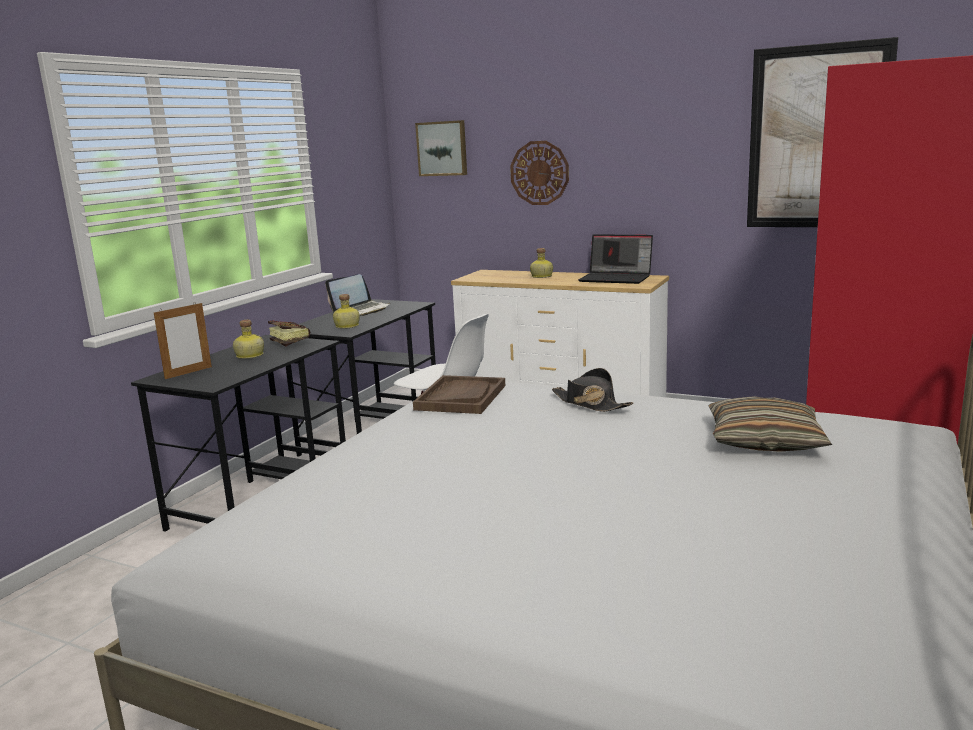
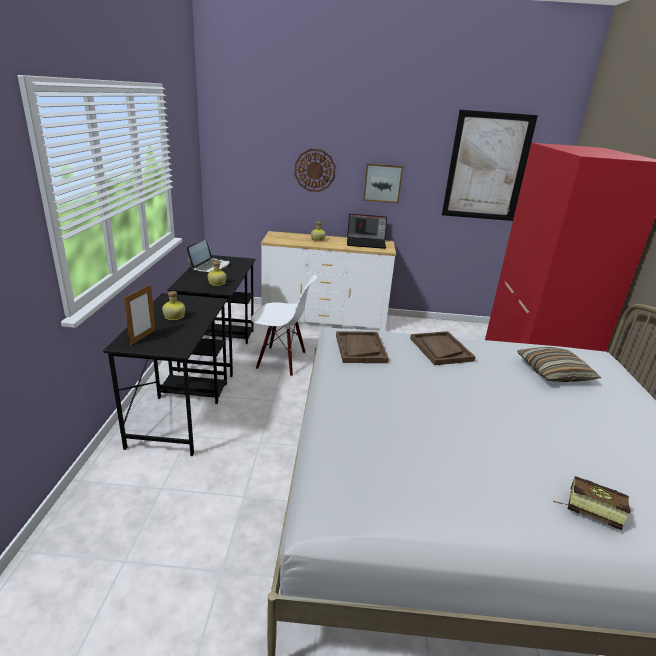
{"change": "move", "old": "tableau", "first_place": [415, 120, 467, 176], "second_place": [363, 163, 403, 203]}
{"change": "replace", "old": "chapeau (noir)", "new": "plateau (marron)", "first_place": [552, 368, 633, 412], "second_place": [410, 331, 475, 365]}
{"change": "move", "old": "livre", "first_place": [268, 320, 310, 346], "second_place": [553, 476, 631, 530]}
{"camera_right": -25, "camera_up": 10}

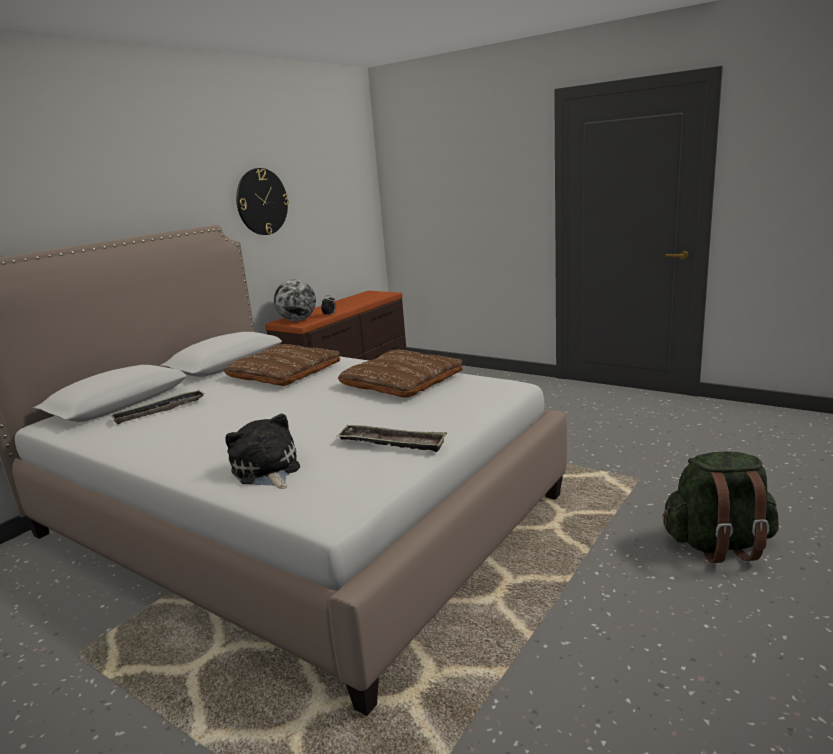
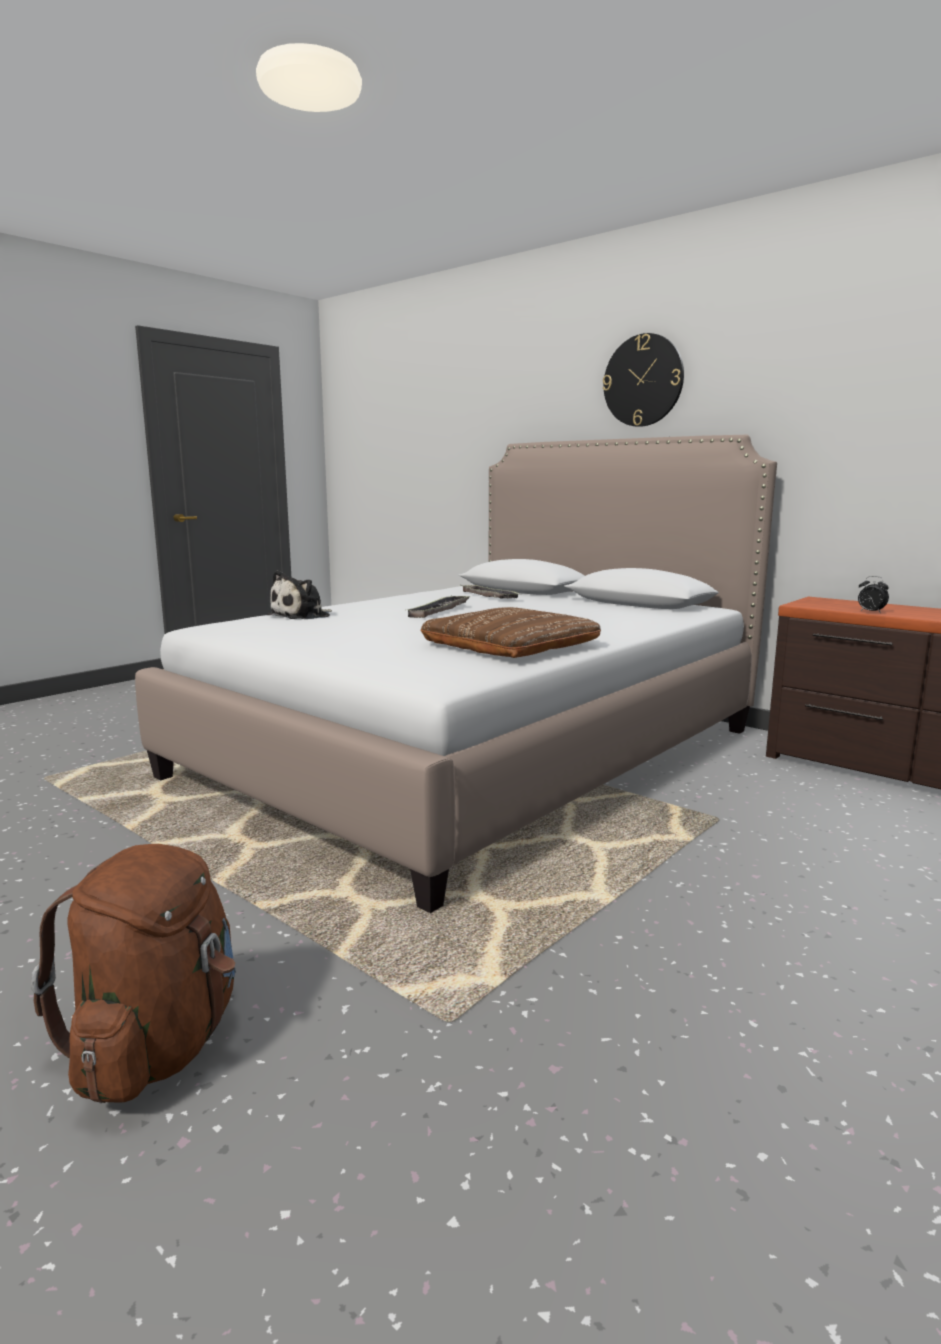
{"change": "recolor", "old": "sac à dos (vert)", "new": "sac à dos (marron)", "first_place": [662, 451, 779, 563], "second_place": [31, 844, 236, 1103]}
{"change": "rotate", "old": "peluche", "first_place": [225, 414, 300, 489], "second_place": [267, 570, 332, 619], "degrees": 150}
{"change": "move", "old": "plateau", "first_place": [337, 424, 447, 452], "second_place": [405, 595, 470, 618]}
{"change": "move", "old": "horloge murale", "first_place": [236, 168, 289, 235], "second_place": [603, 333, 684, 427]}
{"change": "delete", "old": "coussin (marron)", "first_place": [224, 344, 340, 386]}
{"change": "delete", "old": "globe", "first_place": [274, 279, 316, 321]}
{"camera_right": 95, "camera_up": -5}

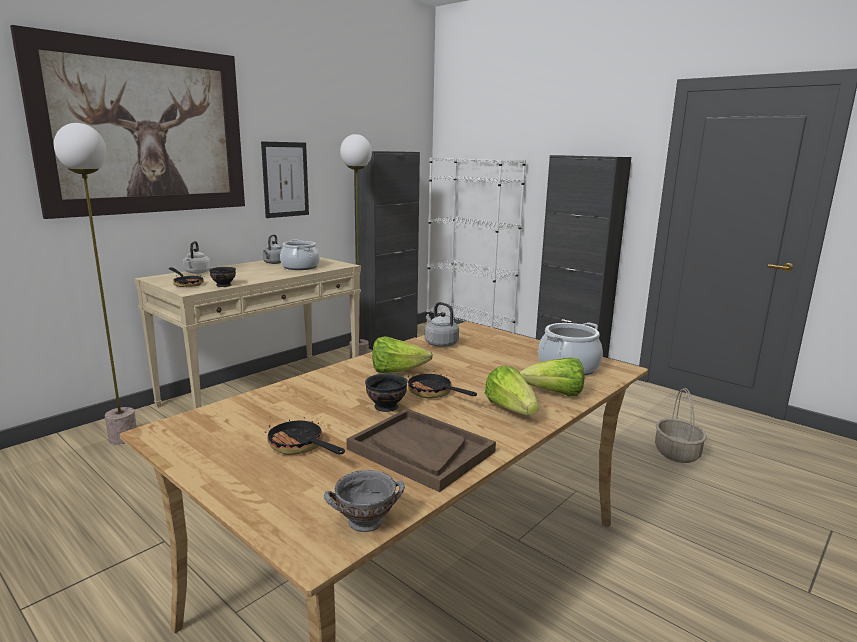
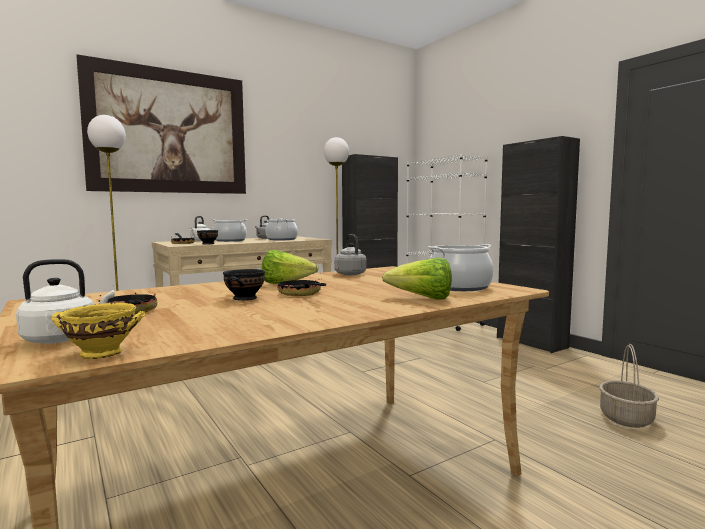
{"change": "insert", "new": "bouilloire (blanc)", "second_place": [16, 259, 115, 344]}
{"change": "recolor", "old": "bol (gris)", "new": "bol (jaune)", "first_place": [324, 470, 405, 532], "second_place": [52, 303, 146, 359]}
{"change": "insert", "new": "marmite", "second_place": [212, 219, 247, 242]}
{"change": "delete", "old": "tableau", "first_place": [261, 141, 309, 218]}
{"change": "delete", "old": "plateau (marron)", "first_place": [347, 409, 496, 492]}
{"change": "delete", "old": "laitue", "first_place": [485, 366, 539, 415]}
{"camera_right": 15, "camera_up": -10}

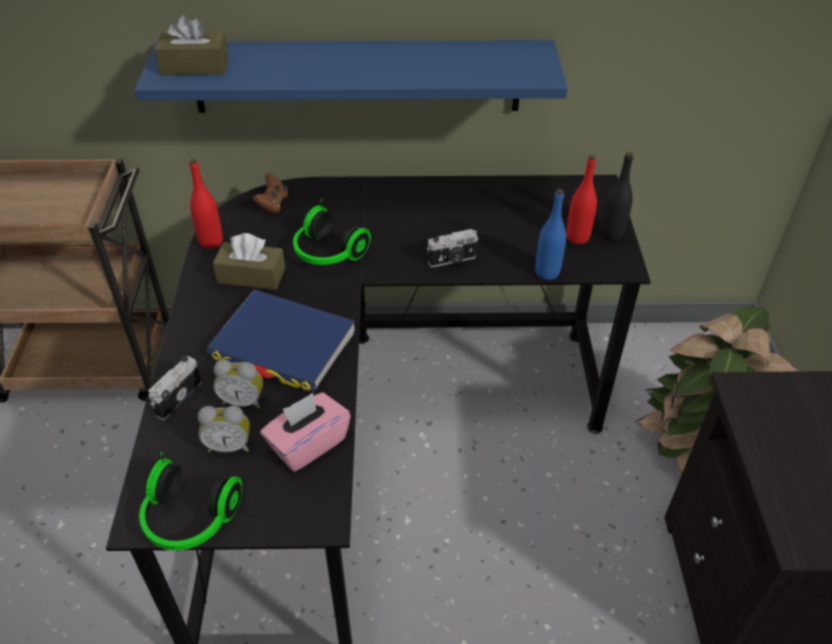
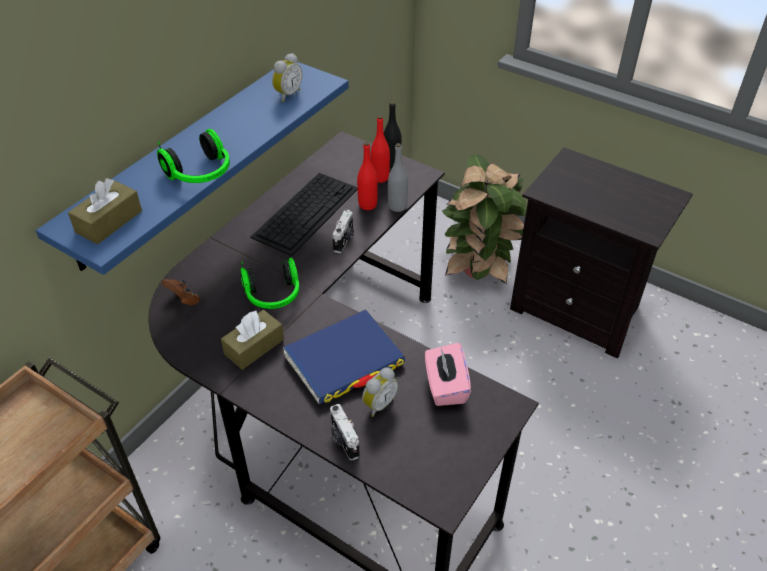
{"change": "move", "old": "casque audio", "first_place": [139, 452, 242, 551], "second_place": [157, 129, 230, 183]}
{"change": "insert", "new": "clavier", "second_place": [250, 173, 358, 256]}
{"change": "move", "old": "réveil", "first_place": [198, 406, 250, 453], "second_place": [272, 53, 302, 102]}
{"change": "move", "old": "bouteille (rouge)", "first_place": [189, 159, 223, 249], "second_place": [357, 142, 378, 210]}
{"change": "recolor", "old": "bouteille (bleu)", "new": "bouteille (gris)", "first_place": [535, 189, 566, 280], "second_place": [388, 143, 408, 212]}
{"camera_right": -55, "camera_up": 0}

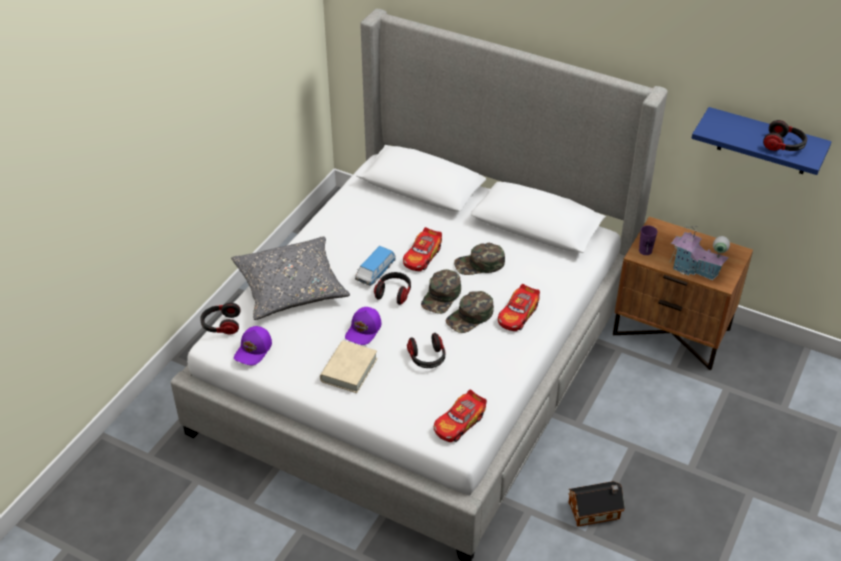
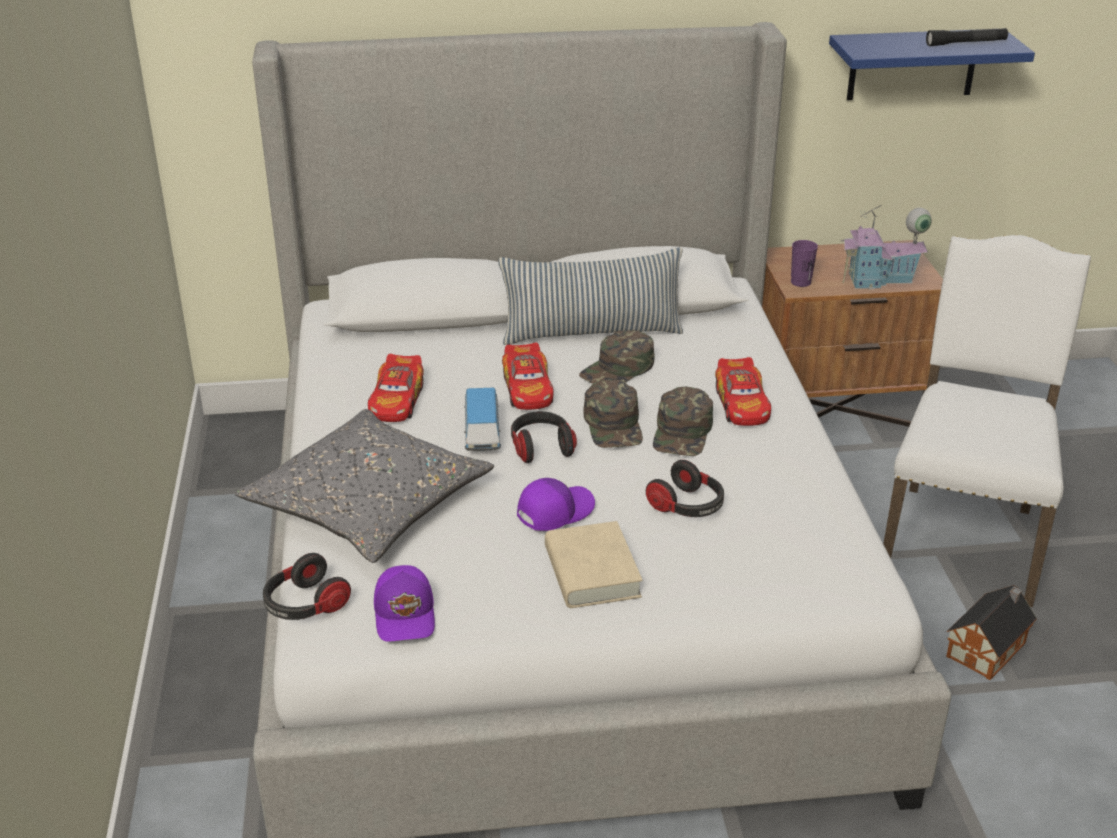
{"change": "move", "old": "petite voiture", "first_place": [434, 389, 487, 442], "second_place": [368, 354, 424, 422]}
{"change": "insert", "new": "coussin", "second_place": [499, 247, 683, 345]}
{"change": "rotate", "old": "casquette (violet)", "first_place": [345, 307, 381, 345], "second_place": [517, 478, 595, 531], "degrees": -120}
{"change": "insert", "new": "chaise (blanc)", "second_place": [883, 235, 1091, 607]}
{"change": "replace", "old": "casque audio", "new": "lampe de poche (noir)", "first_place": [763, 120, 807, 151], "second_place": [926, 28, 1008, 46]}
{"camera_right": -35, "camera_up": -10}

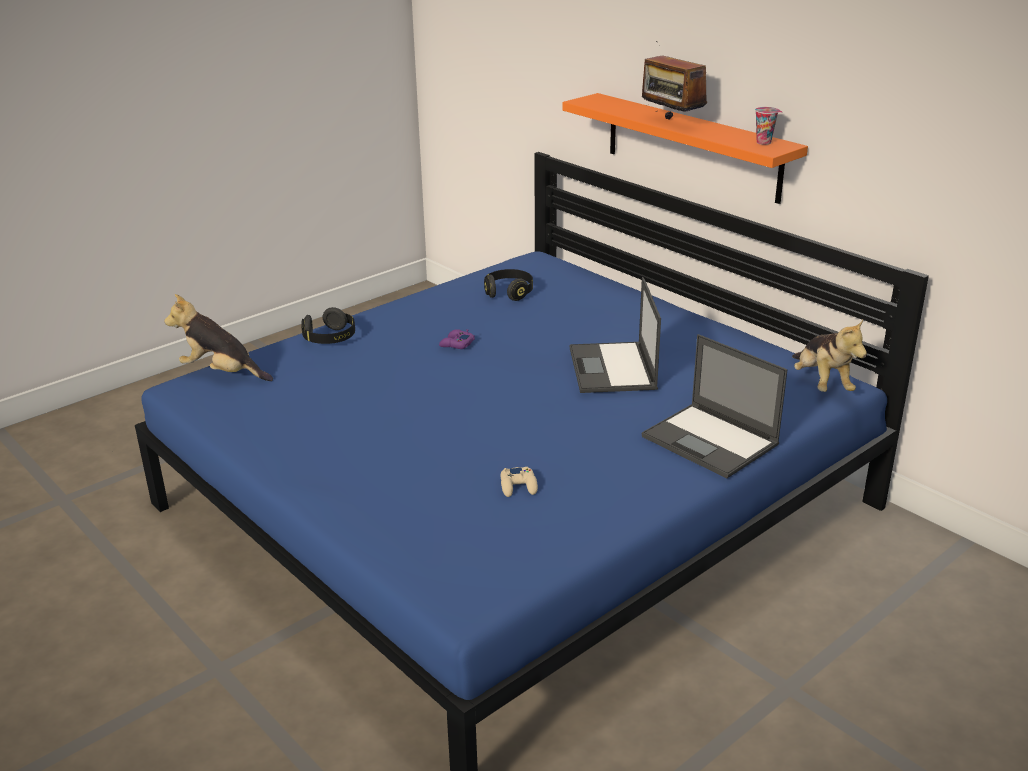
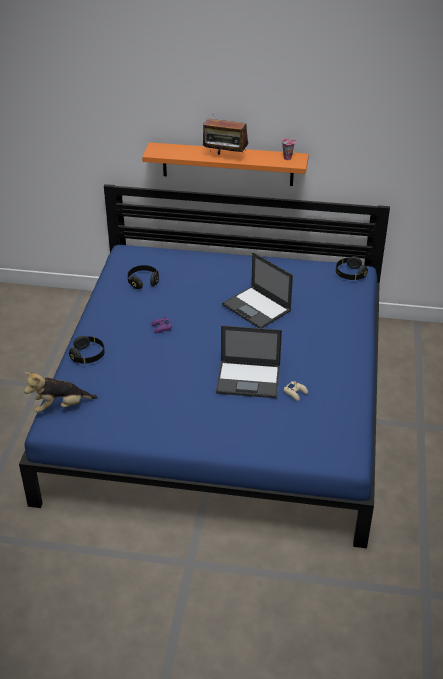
{"change": "move", "old": "ordinateur portable", "first_place": [642, 334, 788, 478], "second_place": [216, 325, 282, 398]}
{"change": "replace", "old": "peluche", "new": "casque audio (noir)", "first_place": [792, 320, 867, 392], "second_place": [336, 256, 368, 280]}
{"camera_right": -40, "camera_up": 10}

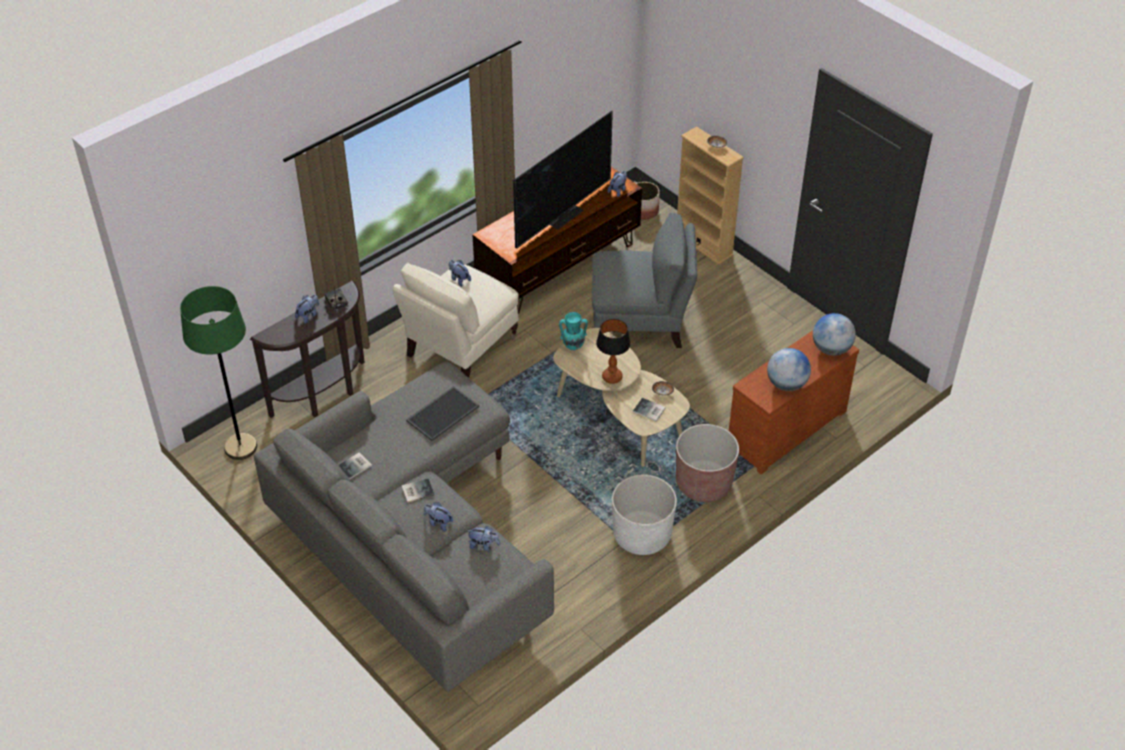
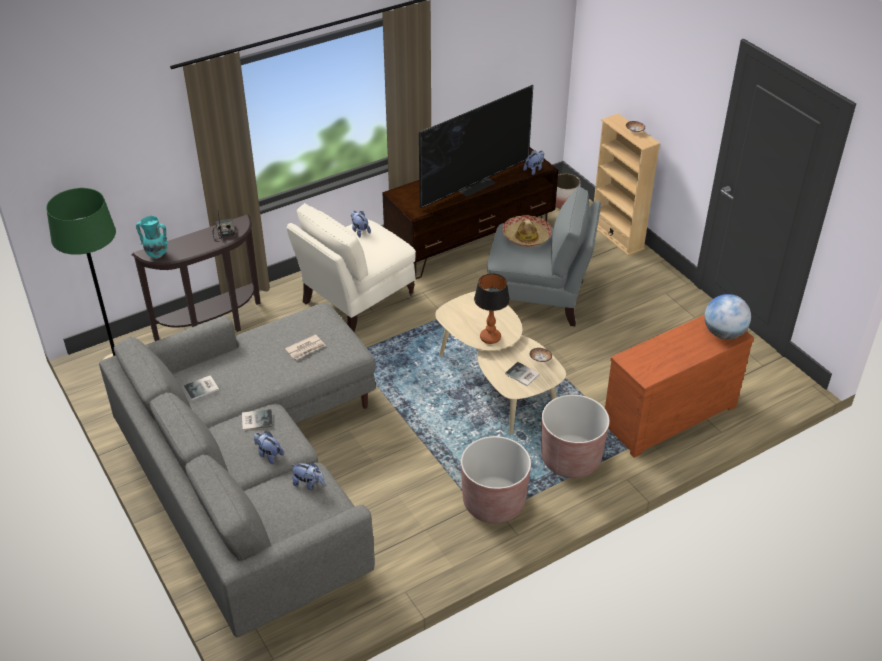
{"change": "move", "old": "vase (turquoise)", "first_place": [559, 312, 588, 351], "second_place": [136, 216, 169, 259]}
{"change": "replace", "old": "plateau", "new": "journal", "first_place": [406, 386, 479, 441], "second_place": [285, 334, 326, 360]}
{"change": "recolor", "old": "cache-pot (blanc)", "new": "cache-pot (marron)", "first_place": [612, 475, 677, 555], "second_place": [461, 436, 531, 523]}
{"change": "insert", "new": "chapeau", "second_place": [502, 215, 552, 247]}
{"change": "delete", "old": "peluche", "first_place": [295, 295, 319, 324]}
{"change": "delete", "old": "globe", "first_place": [767, 348, 811, 391]}
{"camera_right": 10, "camera_up": -5}

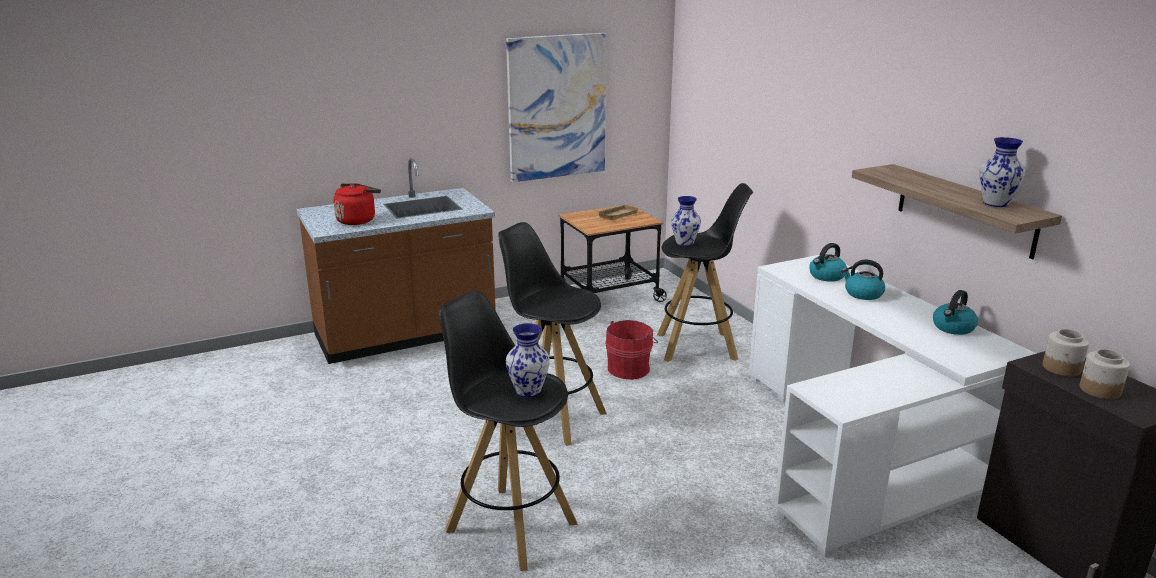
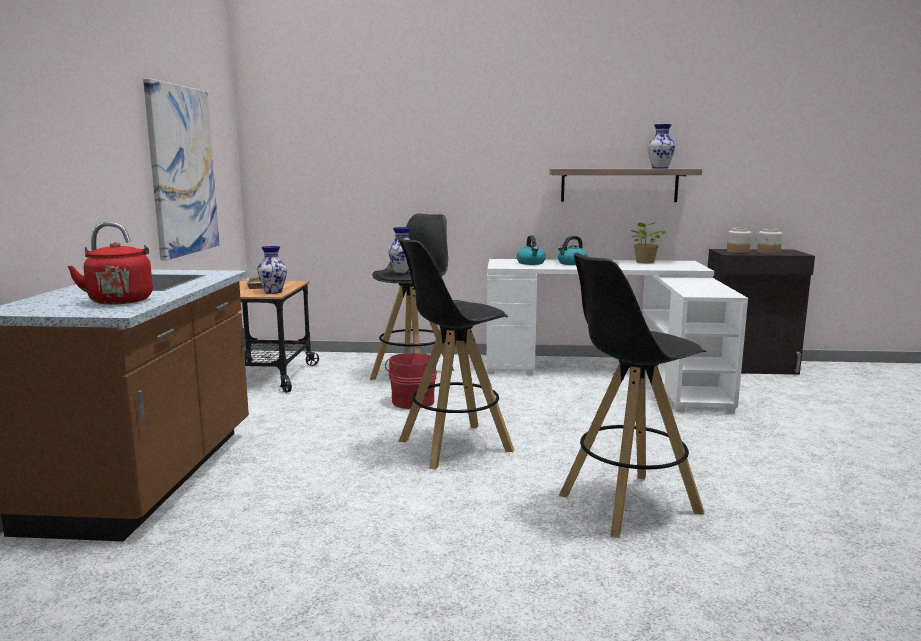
{"change": "move", "old": "vase", "first_place": [506, 323, 550, 397], "second_place": [257, 246, 287, 294]}
{"change": "replace", "old": "bouilloire", "new": "plante en pot", "first_place": [933, 290, 978, 335], "second_place": [631, 222, 665, 263]}
{"camera_right": -60, "camera_up": -10}

